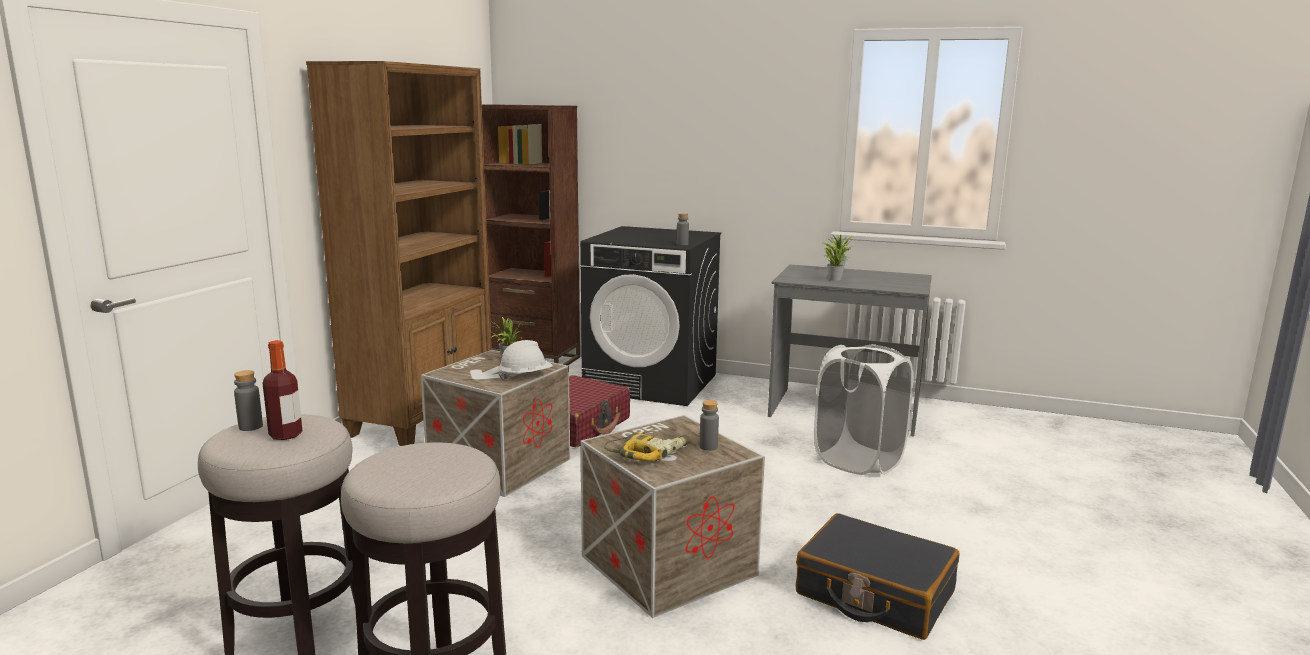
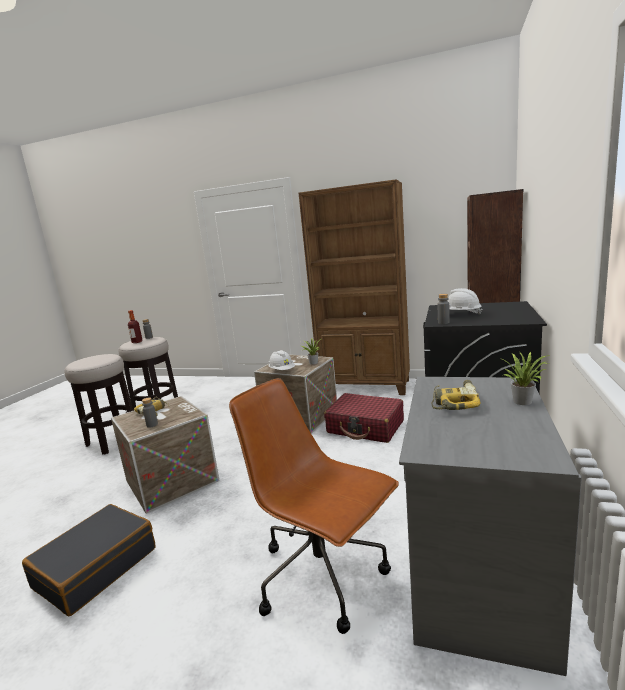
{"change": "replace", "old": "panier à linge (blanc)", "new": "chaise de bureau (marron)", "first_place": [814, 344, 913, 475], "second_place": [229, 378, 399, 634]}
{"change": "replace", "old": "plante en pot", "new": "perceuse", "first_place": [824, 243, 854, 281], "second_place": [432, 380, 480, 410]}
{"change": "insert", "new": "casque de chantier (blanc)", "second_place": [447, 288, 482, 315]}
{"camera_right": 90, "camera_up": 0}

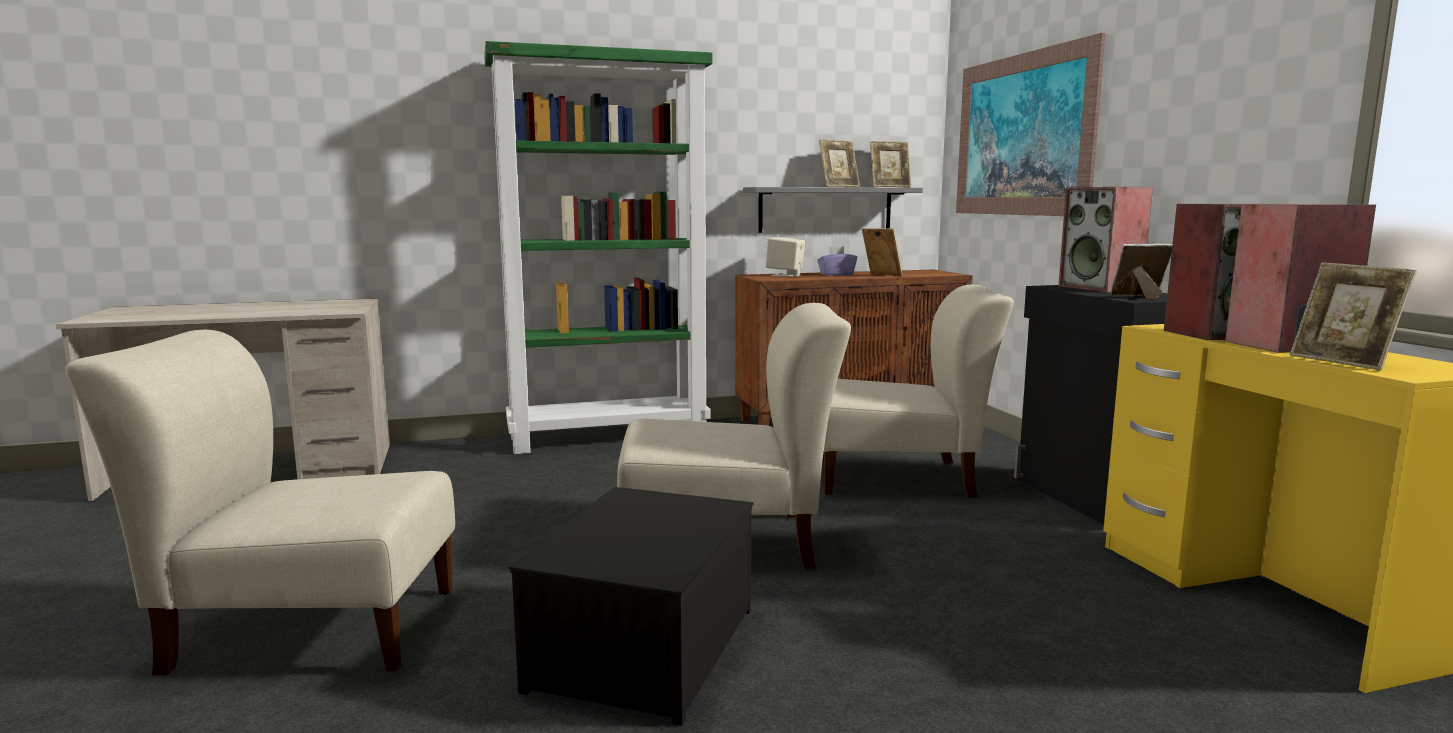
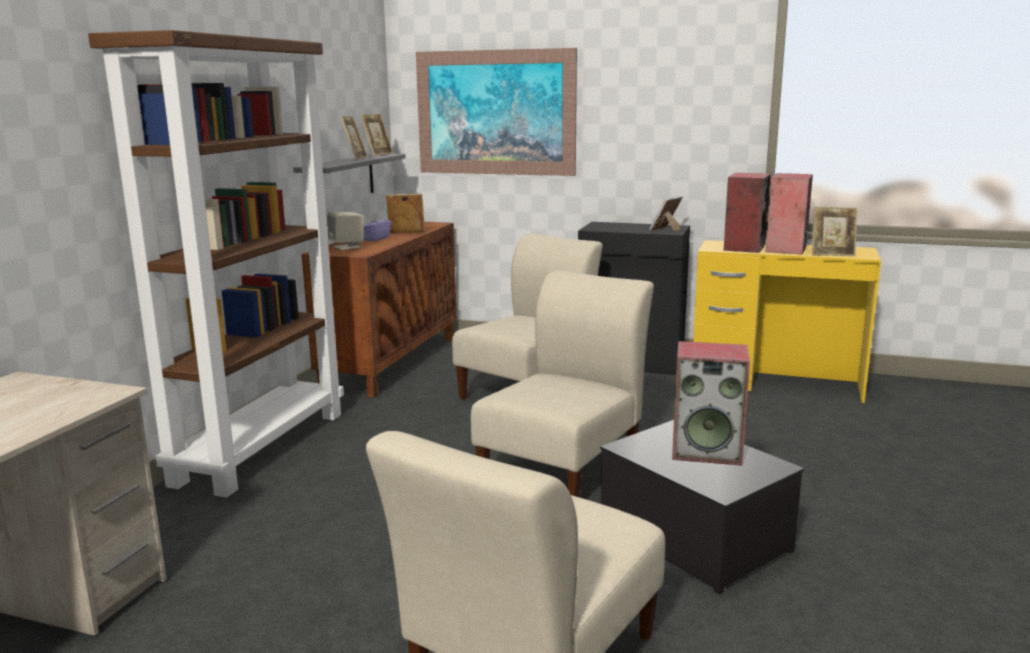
{"change": "recolor", "old": "bibliothèque (vert)", "new": "bibliothèque (marron)", "first_place": [484, 41, 713, 454], "second_place": [88, 30, 344, 498]}
{"change": "move", "old": "enceinte", "first_place": [1059, 187, 1153, 293], "second_place": [672, 341, 750, 466]}
{"camera_right": -55, "camera_up": 5}

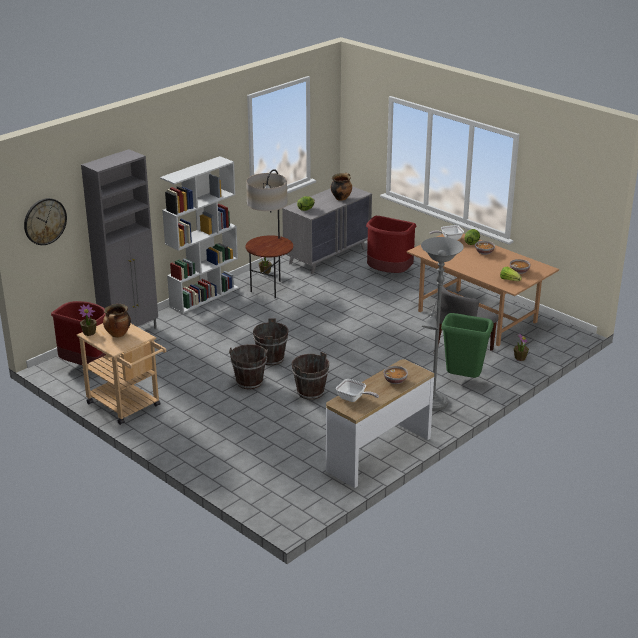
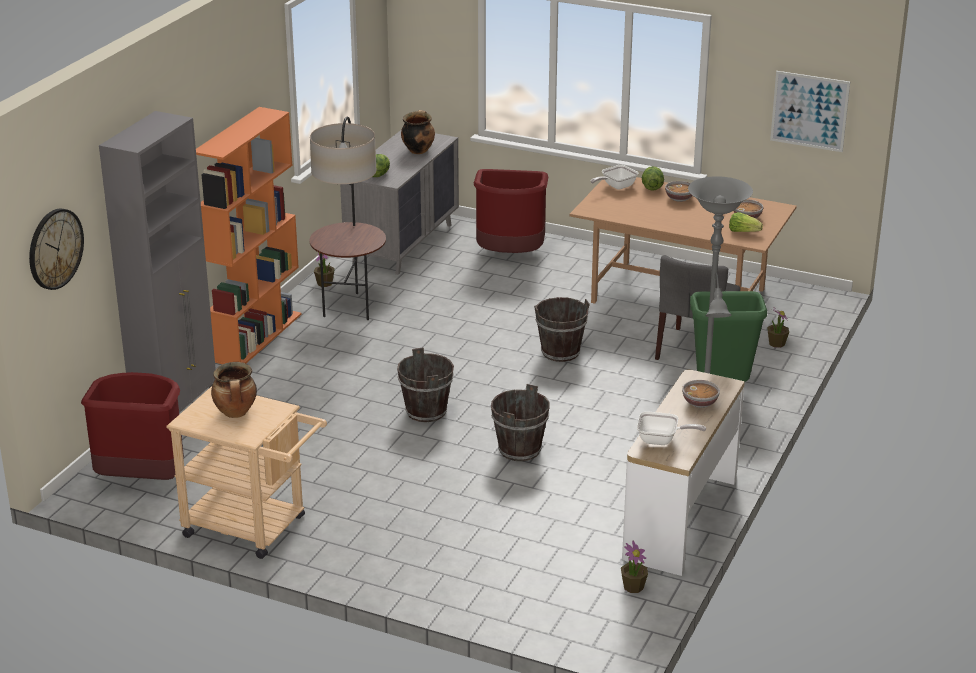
{"change": "recolor", "old": "bibliothèque (blanc)", "new": "bibliothèque (orange)", "first_place": [160, 156, 239, 314], "second_place": [196, 107, 301, 364]}
{"change": "move", "old": "seau (marron)", "first_place": [229, 344, 268, 389], "second_place": [534, 297, 590, 362]}
{"change": "move", "old": "plante en pot", "first_place": [78, 304, 97, 336], "second_place": [621, 540, 648, 593]}
{"change": "insert", "new": "tableau", "second_place": [770, 71, 850, 152]}
{"camera_right": -20, "camera_up": 0}

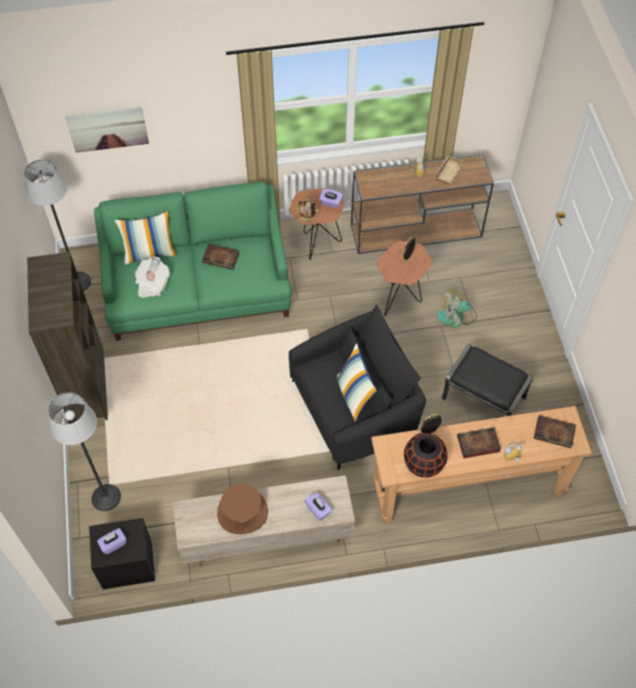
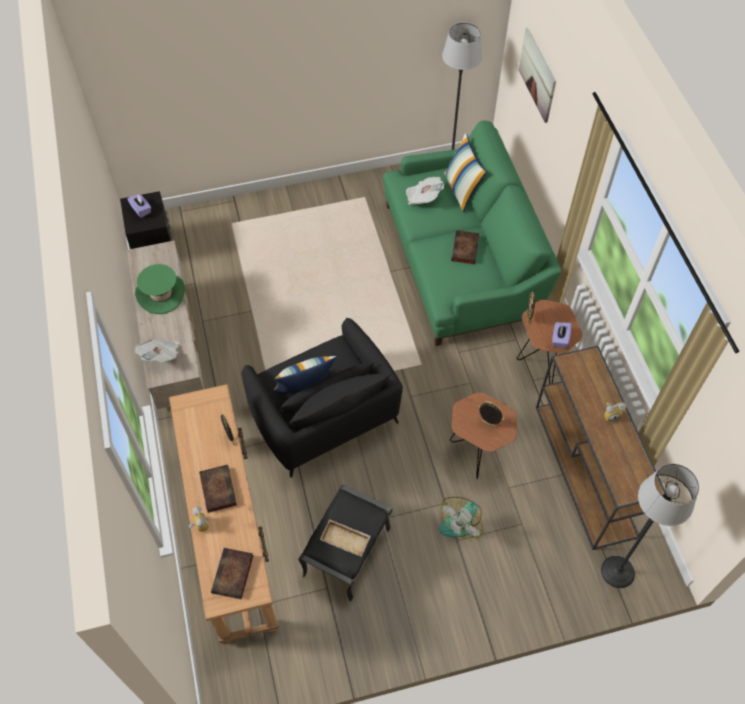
{"change": "recolor", "old": "chapeau (marron)", "new": "chapeau (vert)", "first_place": [217, 484, 268, 534], "second_place": [135, 264, 185, 314]}
{"change": "replace", "old": "boîte à mouchoirs (violet)", "new": "journal", "first_place": [305, 493, 332, 521], "second_place": [135, 338, 180, 362]}
{"change": "move", "old": "plateau (beige)", "first_place": [434, 155, 464, 185], "second_place": [320, 519, 371, 557]}
{"change": "rotate", "old": "ventilateur", "first_place": [437, 289, 477, 328], "second_place": [439, 497, 483, 540], "degrees": -120}
{"change": "move", "old": "lampadaire", "first_place": [48, 392, 121, 511], "second_place": [601, 464, 699, 588]}
{"change": "delete", "old": "bibliothèque (marron)", "first_place": [27, 252, 108, 422]}
{"change": "delete", "old": "vase (noir)", "first_place": [404, 433, 447, 478]}
{"camera_right": 85, "camera_up": 0}

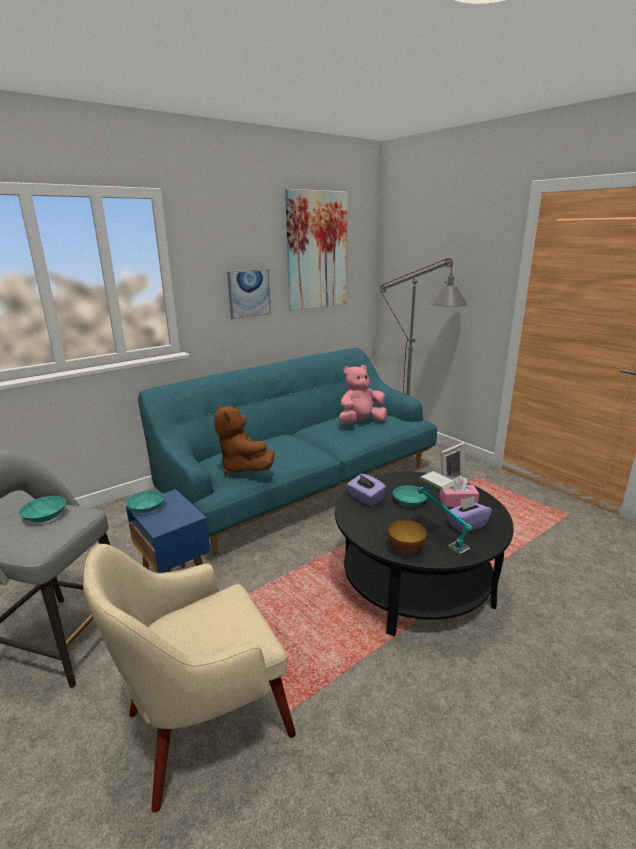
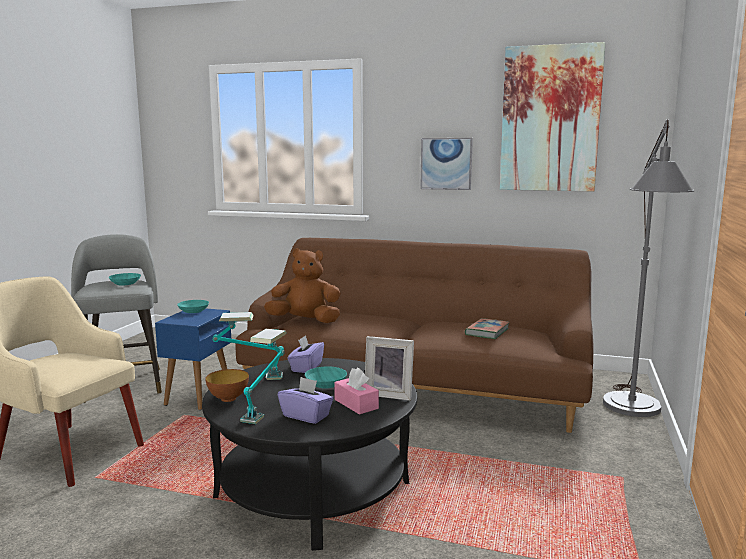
{"change": "insert", "new": "lampe de table", "second_place": [212, 312, 284, 380]}
{"change": "recolor", "old": "canapé (turquoise)", "new": "canapé (marron)", "first_place": [138, 348, 437, 556], "second_place": [235, 238, 594, 433]}
{"change": "rotate", "old": "peluche (marron)", "first_place": [214, 404, 275, 474], "second_place": [264, 248, 341, 323], "degrees": 75}
{"change": "replace", "old": "peluche (rose)", "new": "livre", "first_place": [339, 365, 387, 424], "second_place": [465, 318, 510, 339]}
{"camera_right": 55, "camera_up": -10}

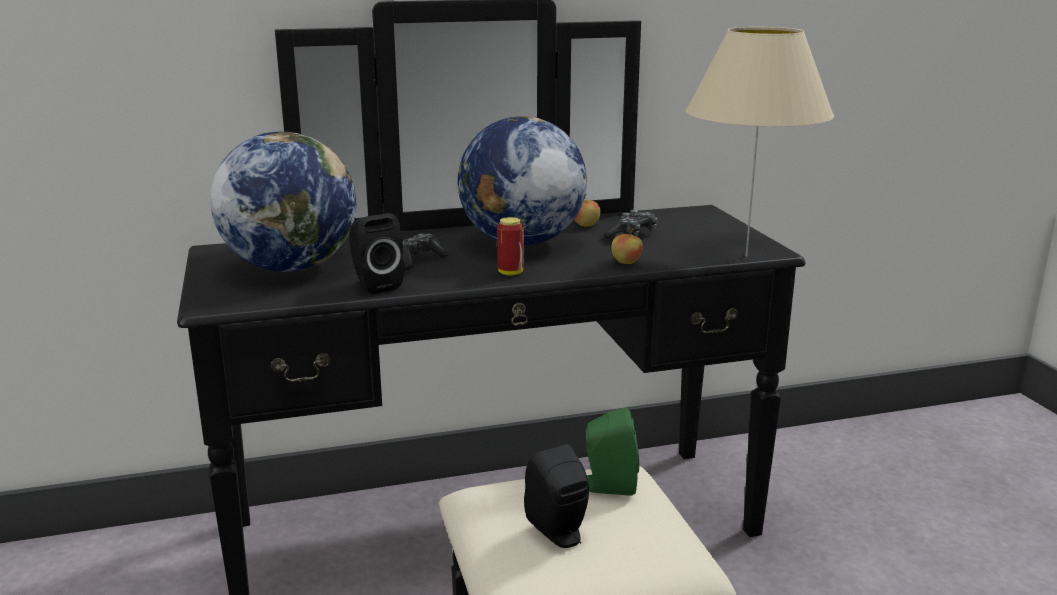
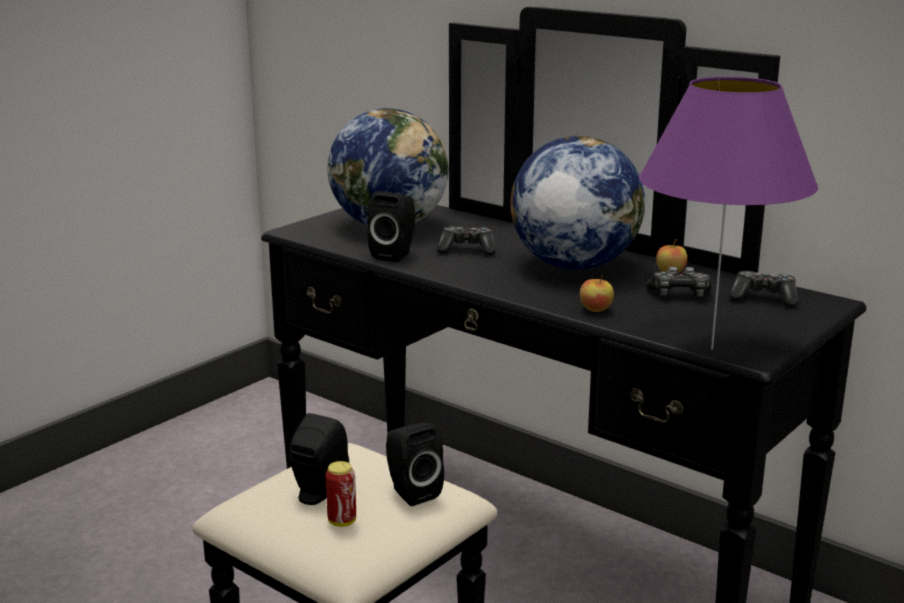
{"change": "move", "old": "boîte métallique", "first_place": [497, 217, 524, 276], "second_place": [326, 461, 356, 527]}
{"change": "recolor", "old": "enceinte (vert)", "new": "enceinte (noir)", "first_place": [586, 407, 639, 495], "second_place": [386, 423, 444, 506]}
{"change": "recolor", "old": "lampe de table (beige)", "new": "lampe de table (violet)", "first_place": [686, 27, 834, 257], "second_place": [639, 77, 818, 349]}
{"change": "insert", "new": "manette", "second_place": [729, 271, 798, 307]}
{"camera_right": 55, "camera_up": 0}

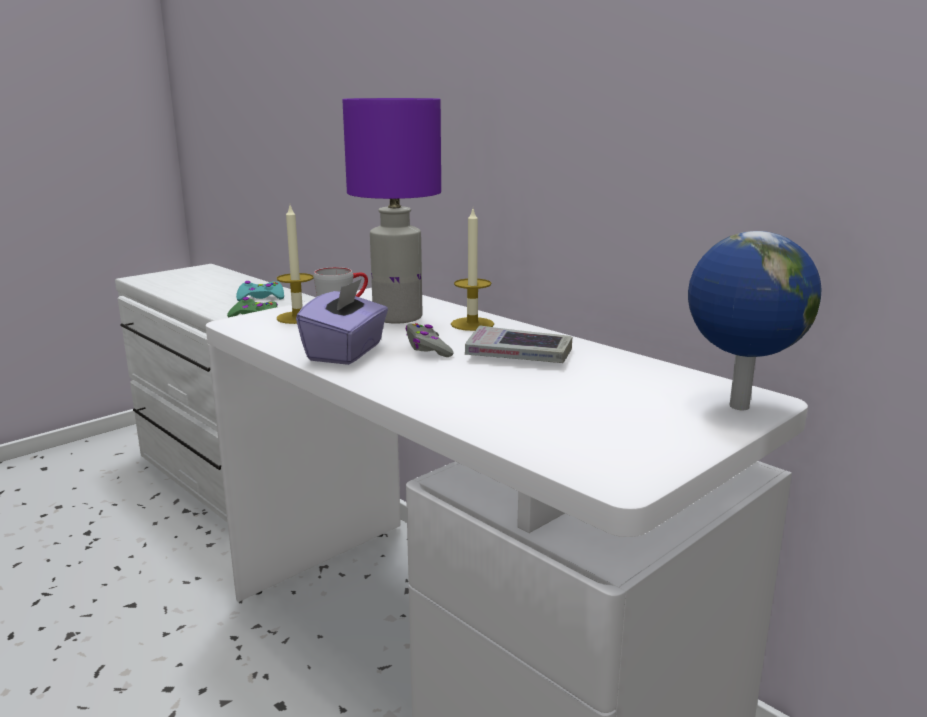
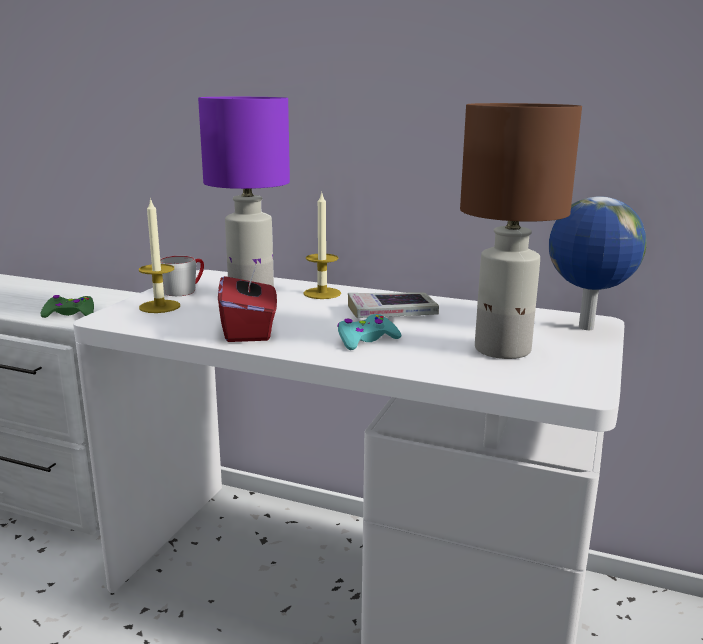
{"change": "recolor", "old": "boîte à mouchoirs (violet)", "new": "boîte à mouchoirs (rouge)", "first_place": [296, 278, 388, 365], "second_place": [218, 263, 277, 342]}
{"change": "move", "old": "manette (turquoise)", "first_place": [236, 281, 284, 301], "second_place": [337, 314, 401, 350]}
{"change": "insert", "new": "lampe de table (marron)", "second_place": [460, 103, 582, 359]}
{"change": "delete", "old": "manette (gris)", "first_place": [406, 323, 453, 357]}
{"camera_right": -25, "camera_up": 0}

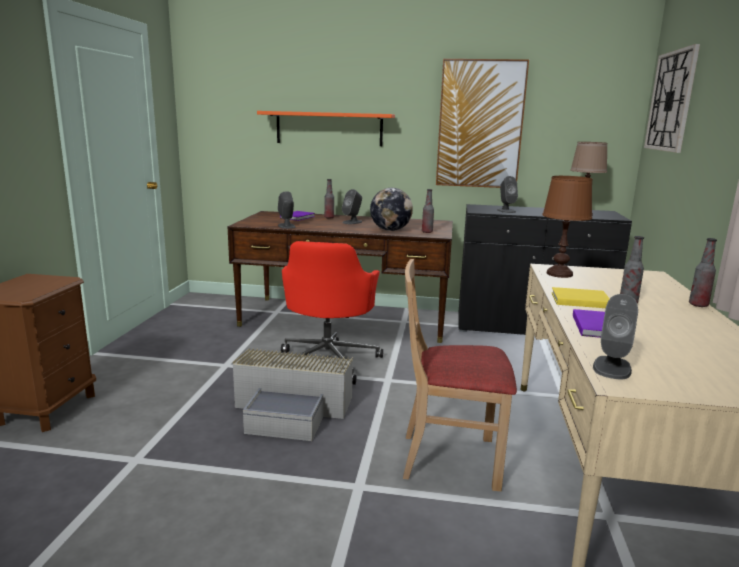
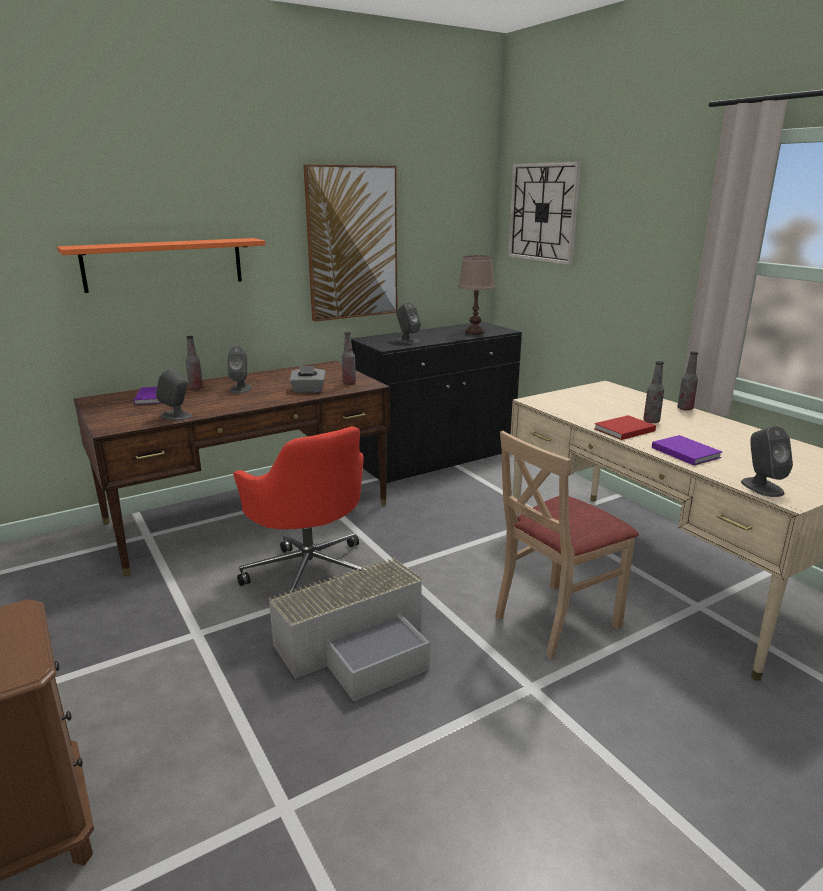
{"change": "replace", "old": "globe", "new": "boîte à mouchoirs (gris)", "first_place": [370, 188, 413, 231], "second_place": [290, 366, 325, 393]}
{"change": "recolor", "old": "livre (jaune)", "new": "livre (rouge)", "first_place": [552, 287, 610, 308], "second_place": [594, 415, 656, 440]}
{"change": "delete", "old": "lampe de table (marron)", "first_place": [542, 176, 592, 278]}
{"camera_right": -40, "camera_up": 5}

